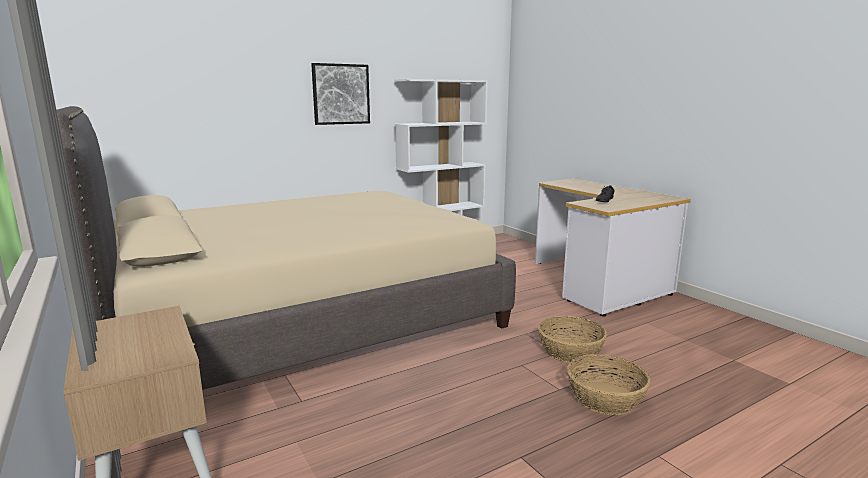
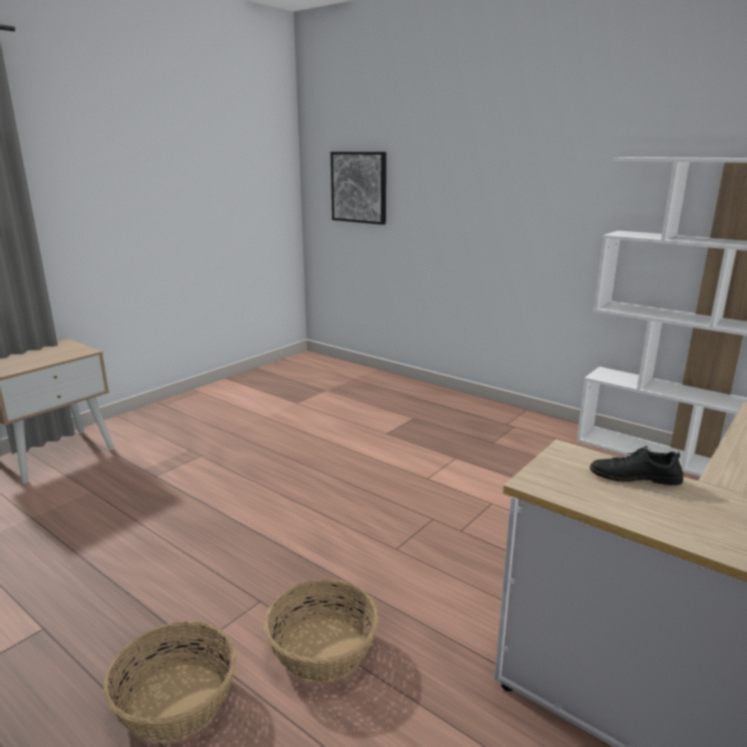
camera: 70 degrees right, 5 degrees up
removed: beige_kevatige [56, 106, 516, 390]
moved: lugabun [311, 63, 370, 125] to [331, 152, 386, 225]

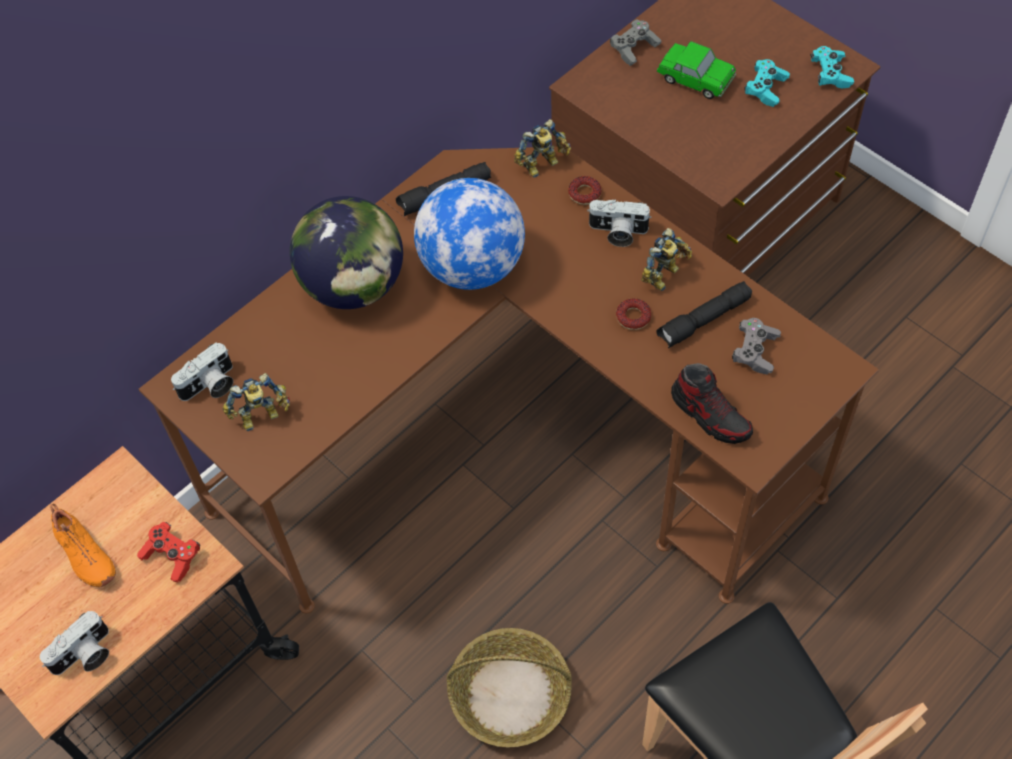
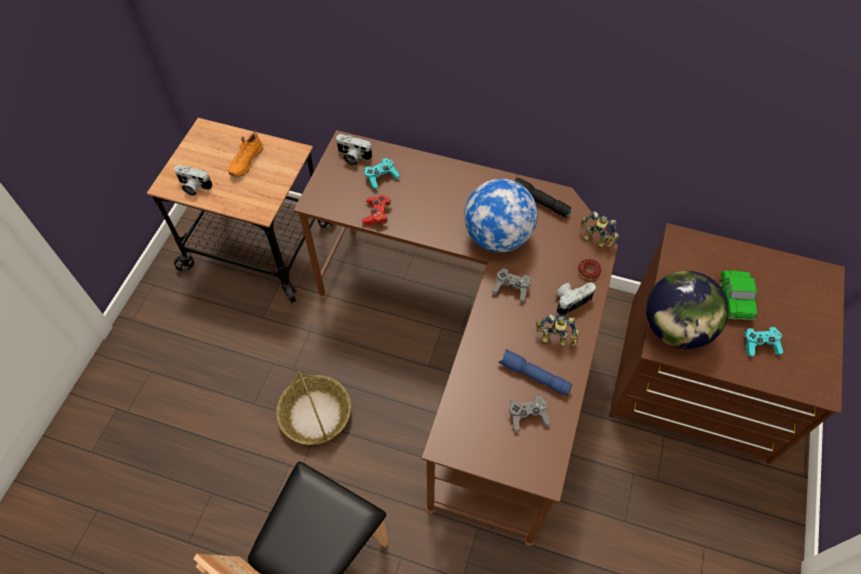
camera: 60 degrees right, 0 degrees up
removed: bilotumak [223, 373, 290, 431]; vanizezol [616, 298, 651, 330]; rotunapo [671, 363, 753, 444]
moved: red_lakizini [137, 522, 200, 582] to [362, 194, 391, 225]; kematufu [290, 196, 403, 309] to [646, 271, 729, 349]; grey_lakizini [610, 19, 661, 66] to [492, 268, 531, 302]; turquoise_lakizini [811, 46, 854, 89] to [364, 158, 400, 190]
recoloured: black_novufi [656, 281, 752, 348] to blue_novufi [499, 349, 573, 396]
turned: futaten [587, 200, 652, 247] = [555, 283, 596, 316] 75 degrees clockwise

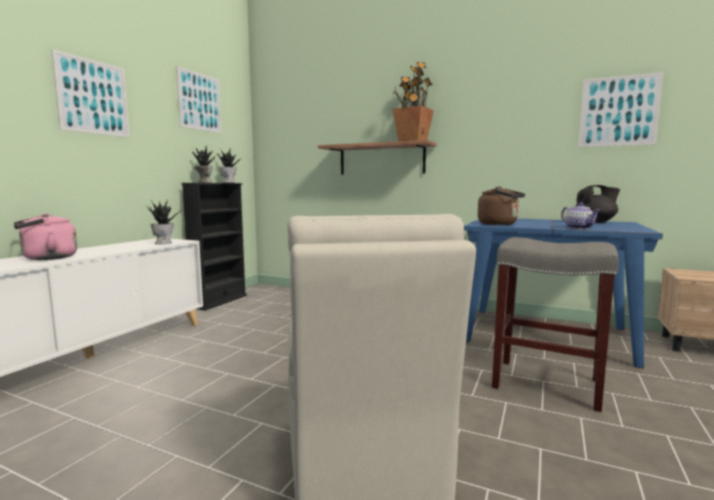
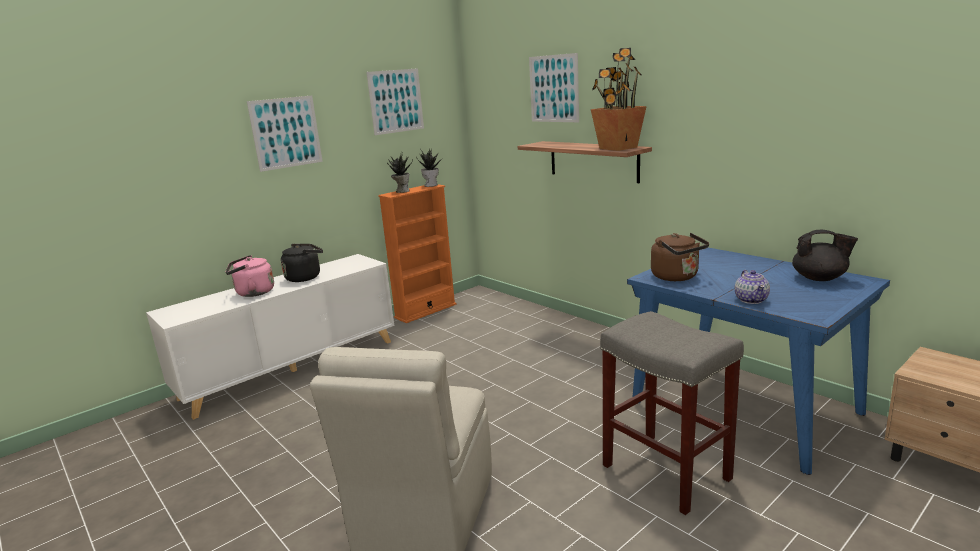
camera: 25 degrees right, 10 degrees up
removed: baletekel [146, 199, 179, 244]
added: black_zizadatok [281, 244, 323, 282]
moved: lugabun [578, 72, 664, 147] to [529, 53, 579, 122]
recoloured: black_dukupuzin [181, 183, 247, 311] to orange_dukupuzin [378, 184, 456, 323]

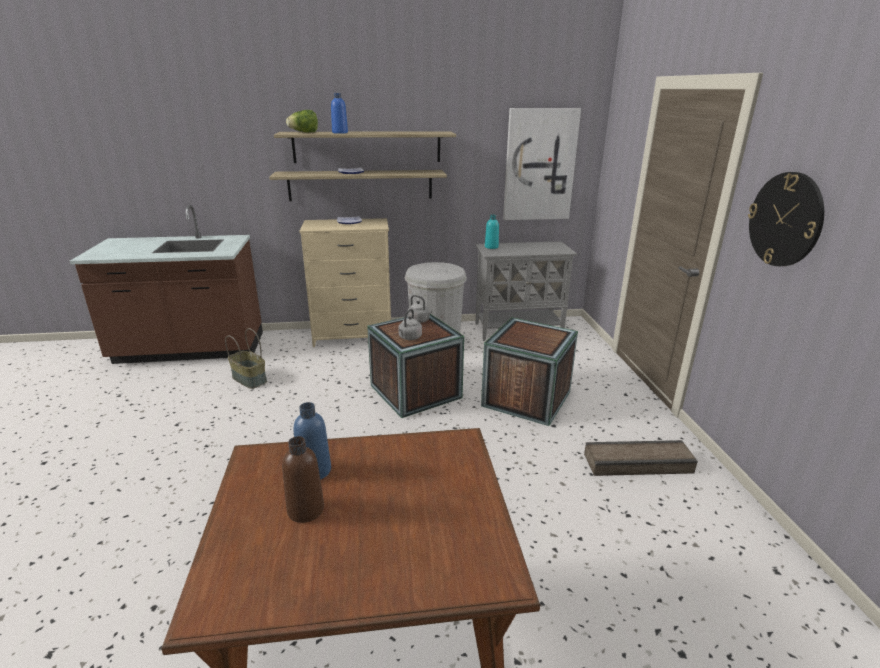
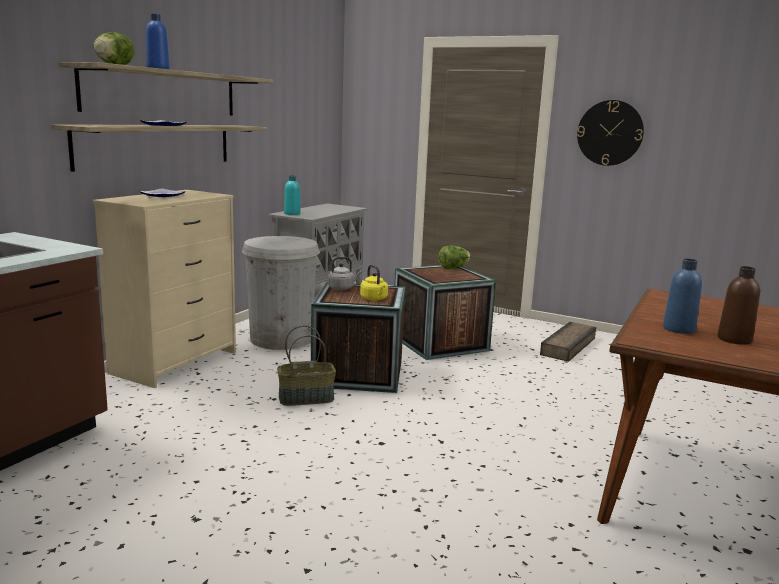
camera: 55 degrees left, 10 degrees down
removed: lugabun [503, 108, 581, 220]
added: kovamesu [438, 245, 471, 269]
moved: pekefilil [225, 328, 267, 389] to [277, 325, 336, 406]
recoloured: grey_zizadatok [398, 309, 422, 340] to yellow_zizadatok [360, 265, 388, 301]

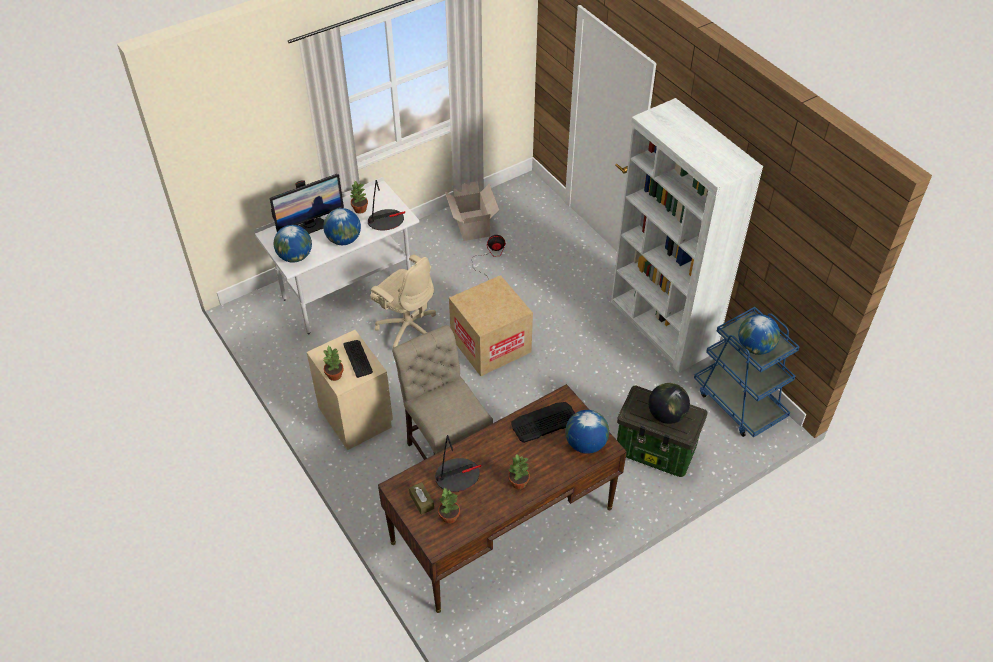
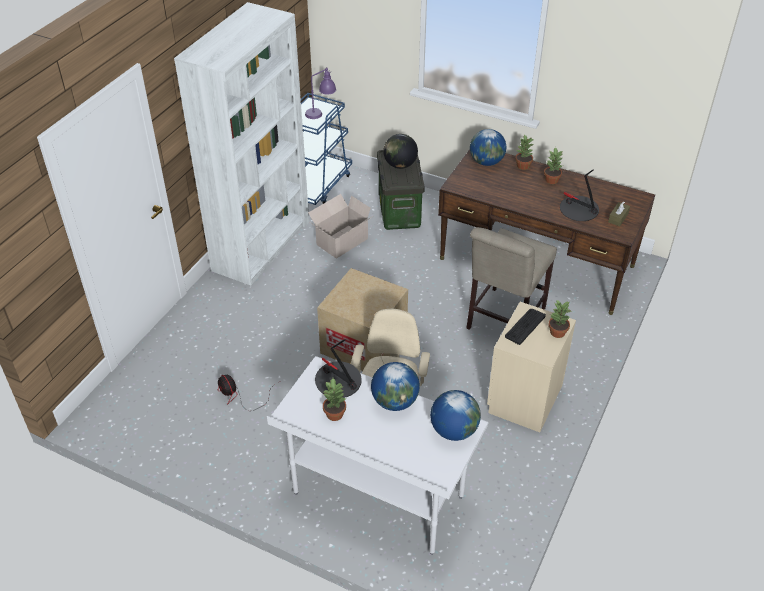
camera: 120 degrees left, 5 degrees down
removed: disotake [270, 174, 344, 234]; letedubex [511, 402, 575, 443]
moved: baletekel [438, 487, 460, 524] to [515, 134, 534, 170]; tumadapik [445, 181, 499, 241] to [308, 194, 375, 259]
replaced: kematufu [738, 314, 780, 355] to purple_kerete [305, 67, 336, 119]

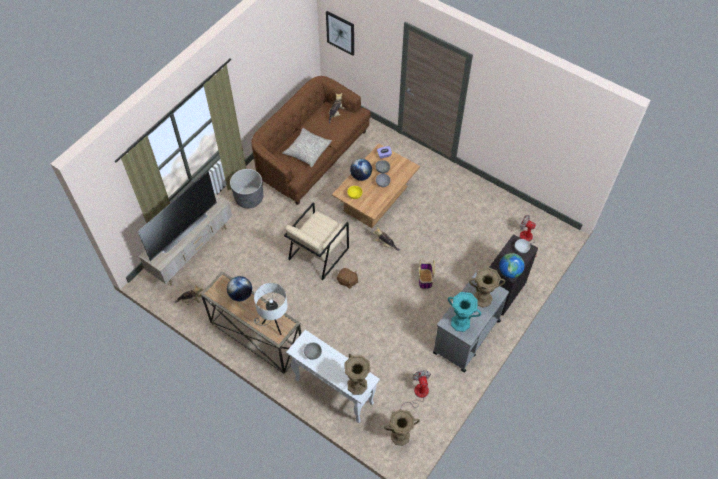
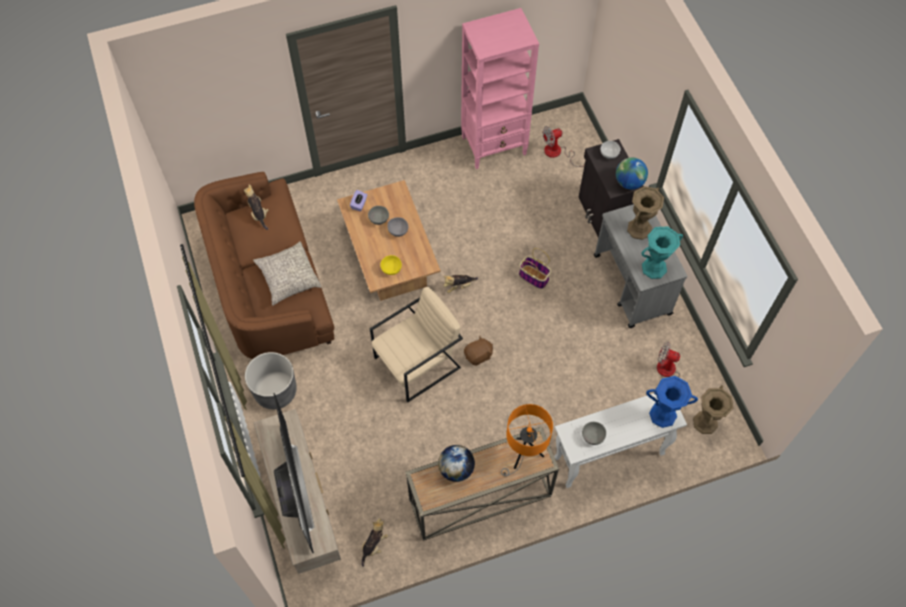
camera: 55 degrees left, 5 degrees up
removed: lugabun [326, 11, 354, 56]; kematufu [350, 159, 372, 181]
added: pink_dukupuzin [461, 8, 539, 169]
recoloured: white_kerete [254, 283, 288, 335] to orange_kerete [501, 404, 553, 476]; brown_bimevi [344, 354, 370, 395] to blue_bimevi [646, 376, 698, 428]
turned: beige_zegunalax [284, 202, 349, 280] = [370, 287, 463, 402] 105 degrees counterclockwise

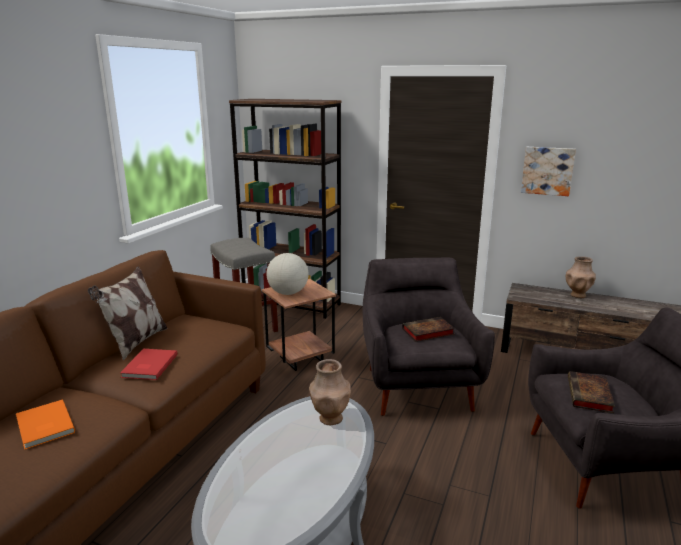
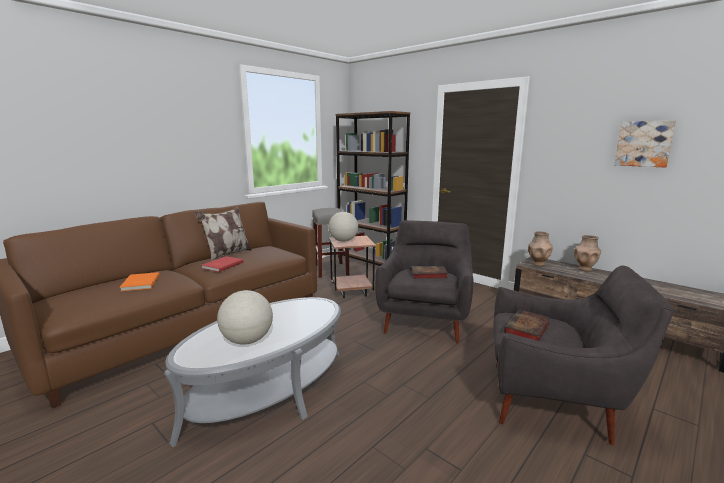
camera: 20 degrees right, 5 degrees down
added: kematufu [217, 290, 273, 345]
moved: brown_bimevi [309, 359, 351, 425] to [528, 231, 553, 266]; lugabun [521, 147, 576, 196] to [614, 120, 676, 168]

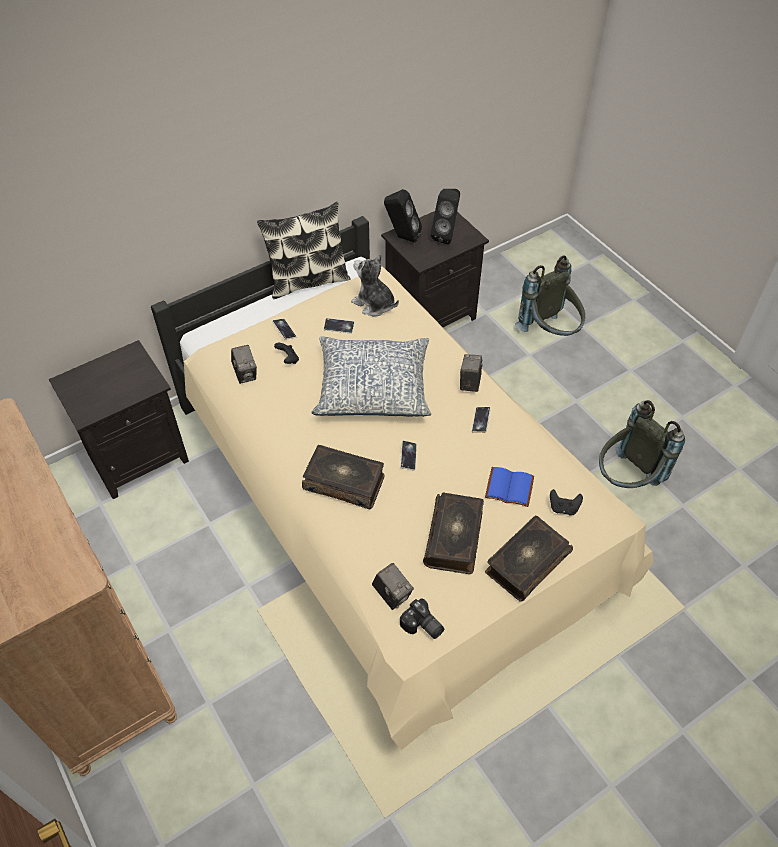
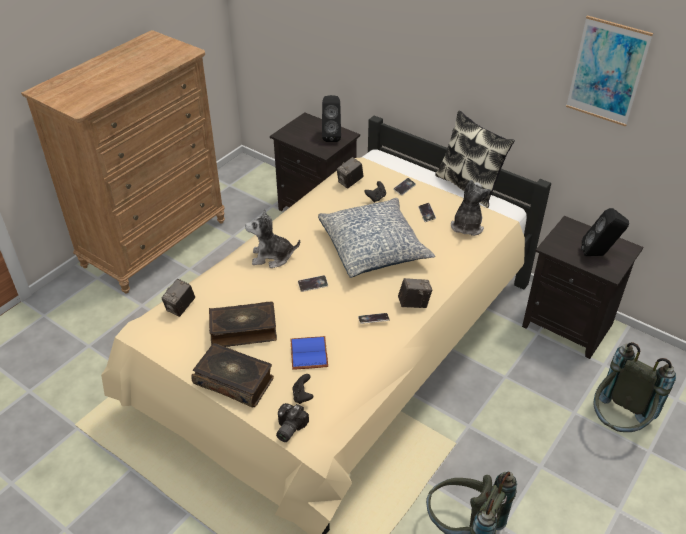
camera: 70 degrees right, 10 degrees down
added: lugabun [566, 15, 653, 127]
moved: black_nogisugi [384, 189, 422, 243] to [322, 95, 341, 142]; futaten [400, 598, 444, 639] to [276, 403, 309, 442]
replaced: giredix [302, 445, 385, 509] to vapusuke [245, 209, 300, 268]

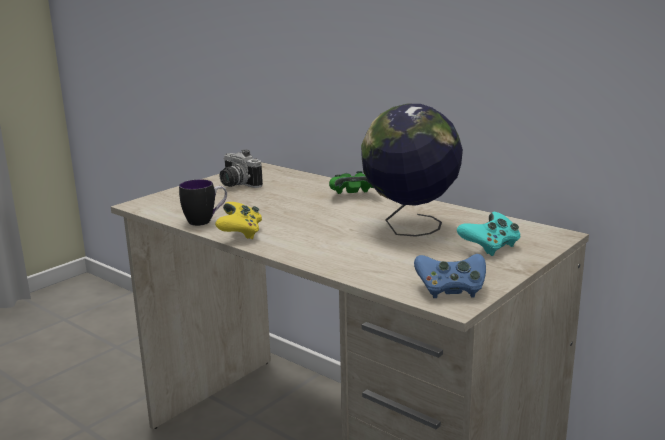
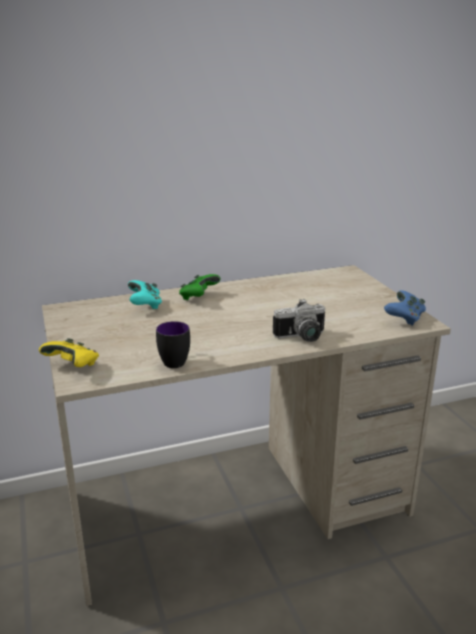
camera: 60 degrees left, 5 degrees up
removed: kematufu [361, 104, 463, 237]
moved: yellow_lakizini [215, 202, 262, 239] to [39, 338, 99, 367]; futaten [220, 149, 263, 188] to [273, 299, 325, 342]; turquoise_lakizini [457, 212, 521, 256] to [128, 280, 162, 309]

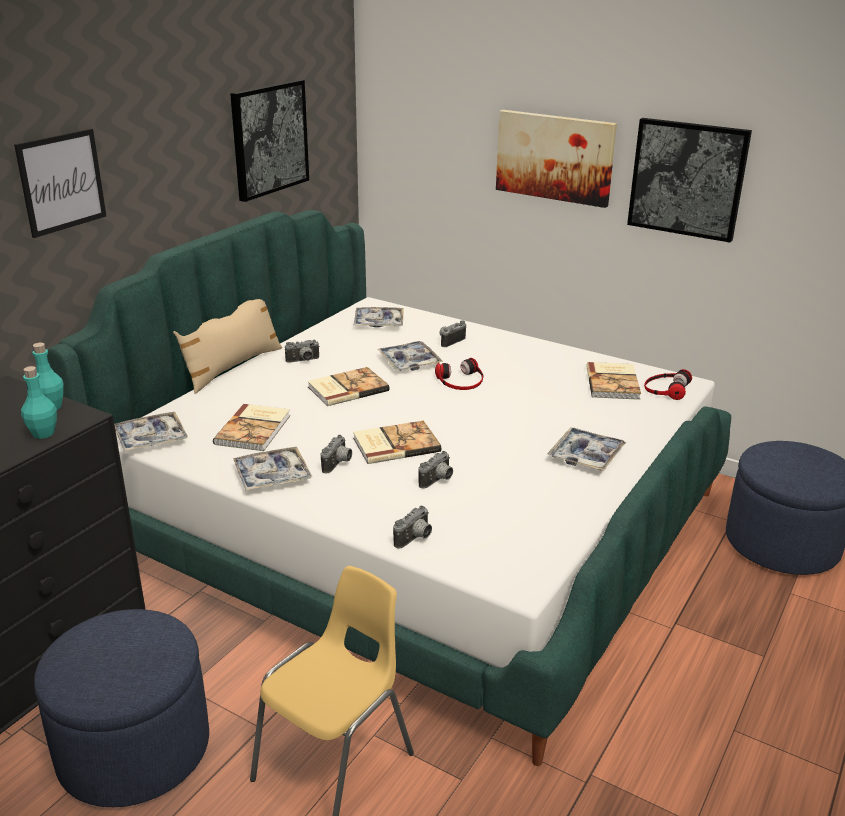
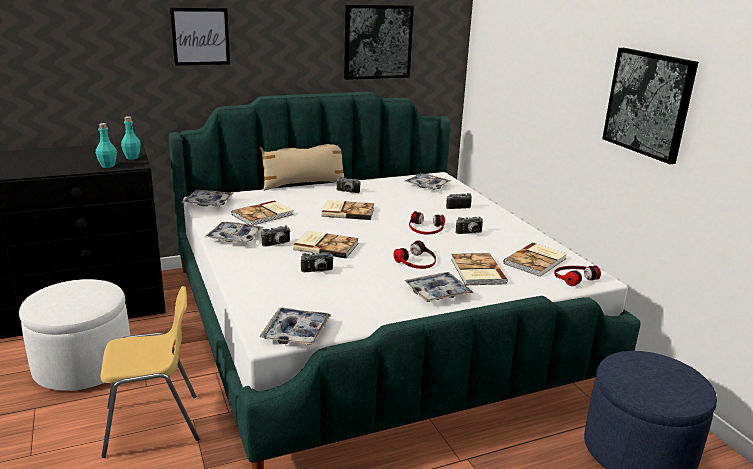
camera: 35 degrees right, 5 degrees down
removed: lugabun [496, 110, 617, 208]
added: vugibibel [393, 240, 436, 269]; giredix [451, 253, 508, 285]
moved: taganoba [377, 341, 443, 371] to [260, 307, 331, 345]; futaten [393, 506, 432, 548] to [456, 217, 484, 234]
recoloured: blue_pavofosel [34, 609, 209, 807] to white_pavofosel [19, 279, 130, 391]

